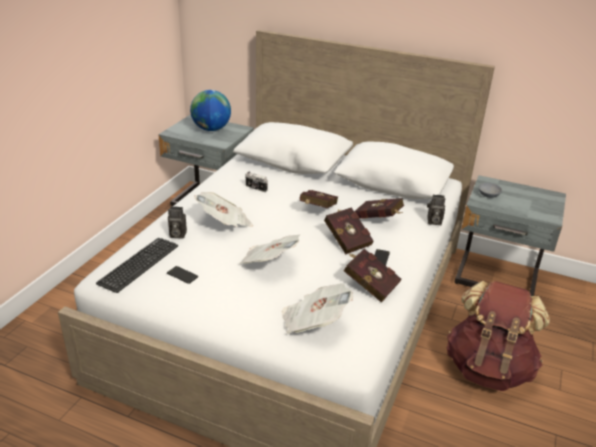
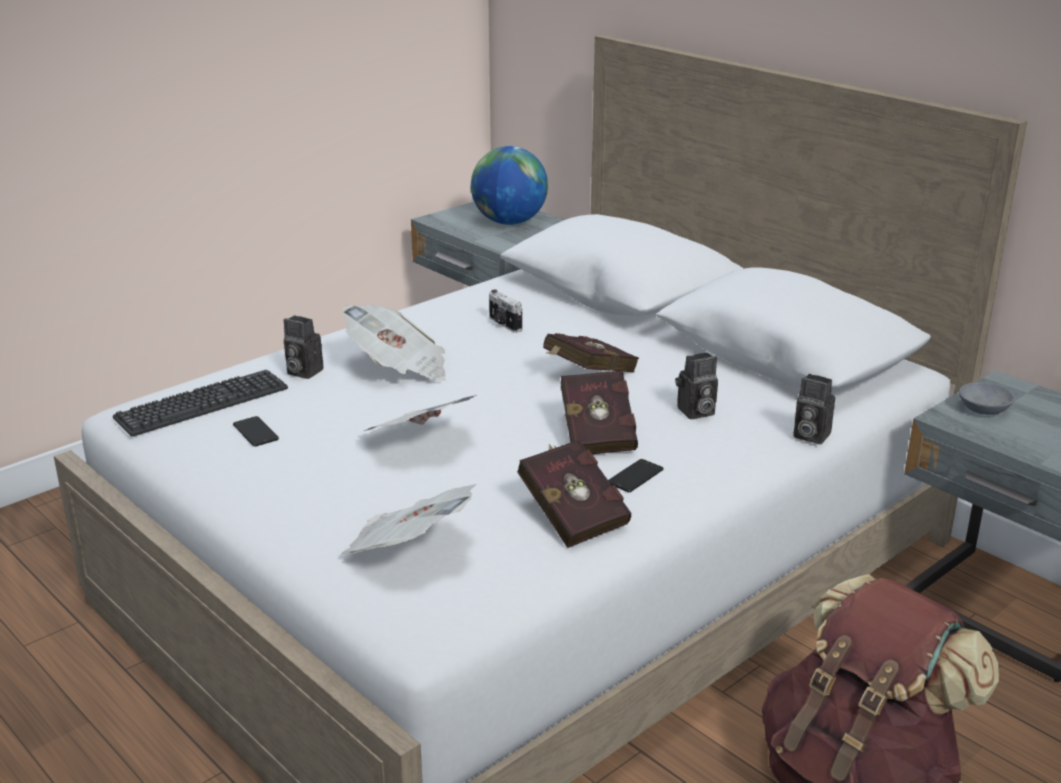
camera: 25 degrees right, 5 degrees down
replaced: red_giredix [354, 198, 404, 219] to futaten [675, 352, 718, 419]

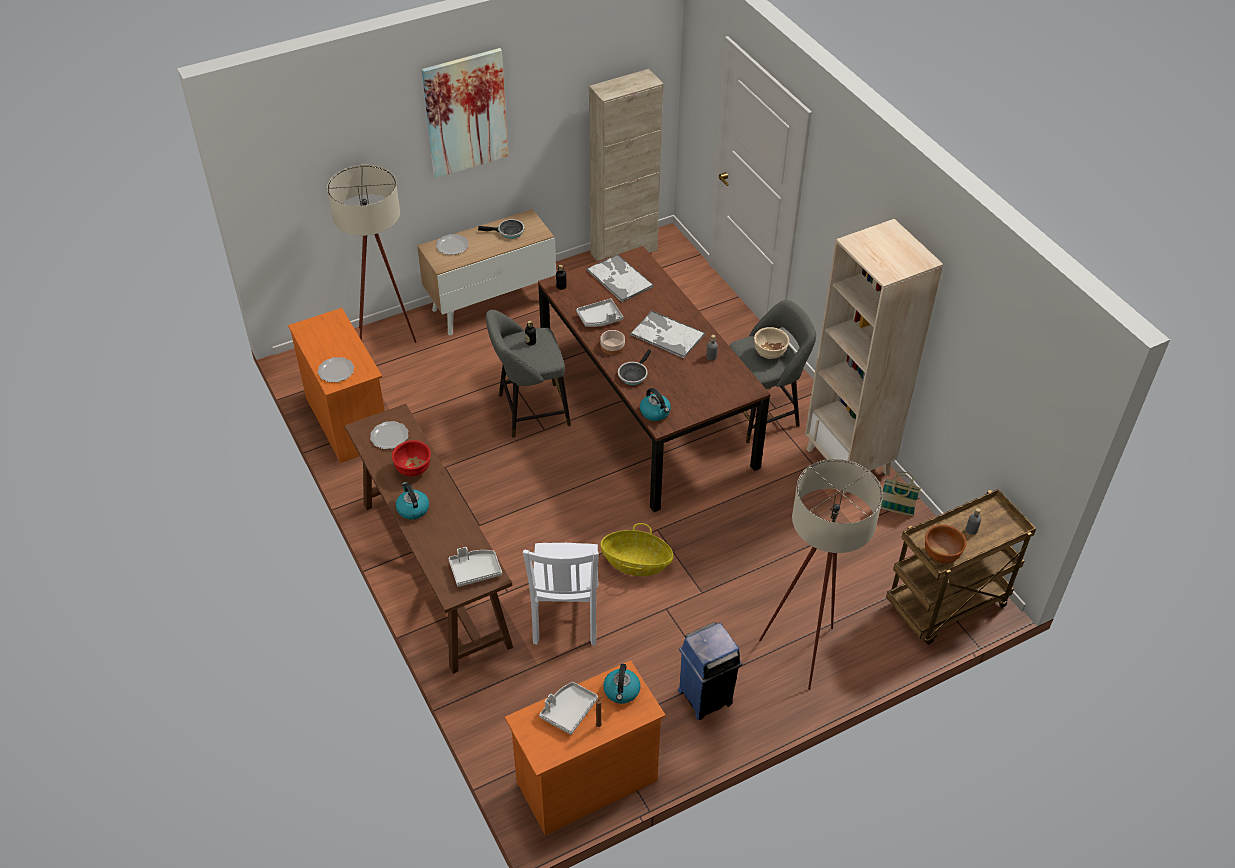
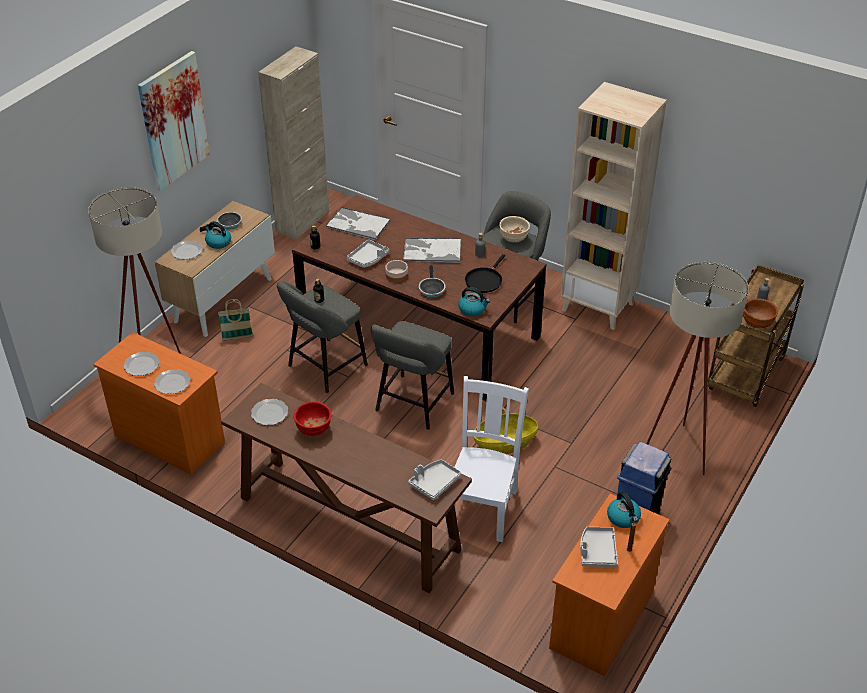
camera: 30 degrees left, 5 degrees down
added: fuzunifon [123, 352, 160, 376]; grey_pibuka [371, 321, 454, 430]; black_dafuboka [465, 254, 505, 293]
moved: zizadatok [396, 482, 429, 520] to [204, 221, 231, 249]; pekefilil [880, 472, 921, 516] to [218, 299, 253, 340]
turned: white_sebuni [523, 543, 599, 646] = [445, 376, 529, 542] 135 degrees counterclockwise

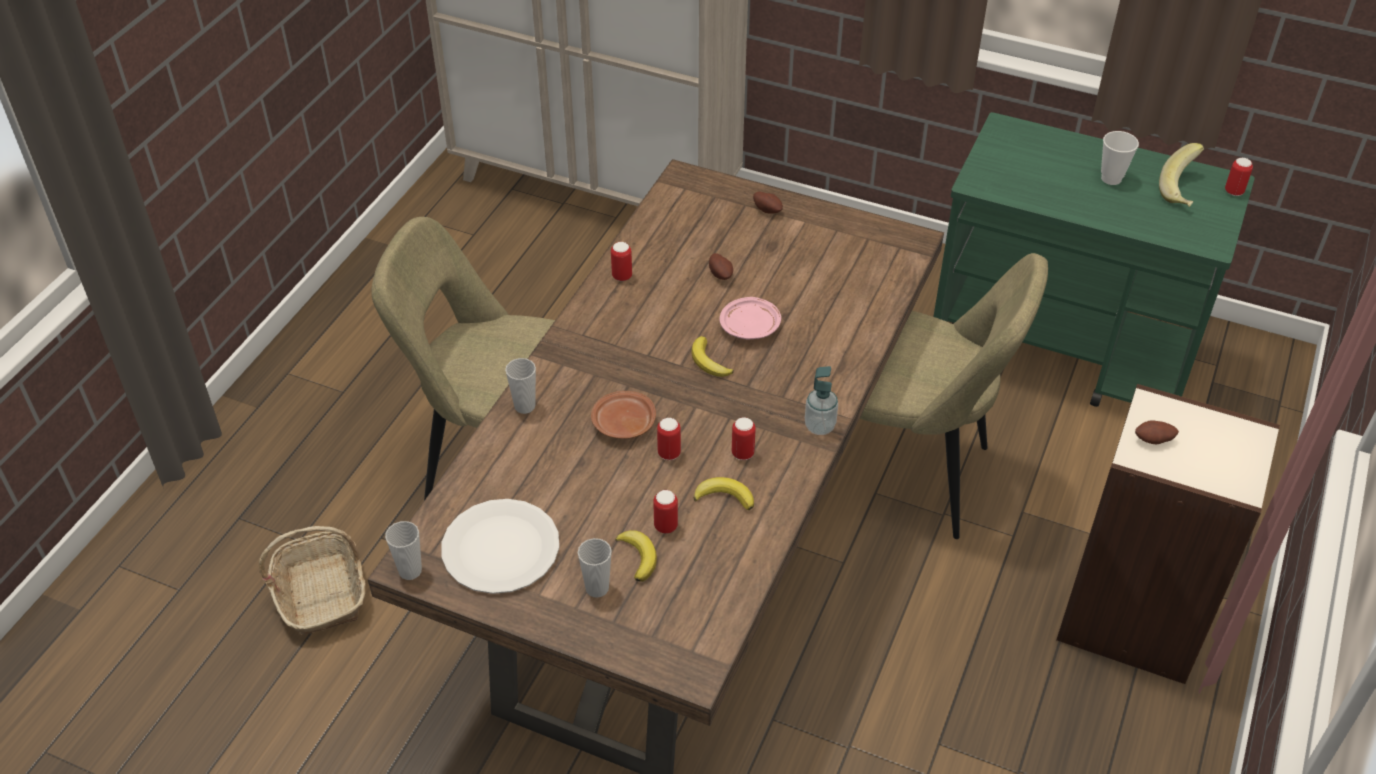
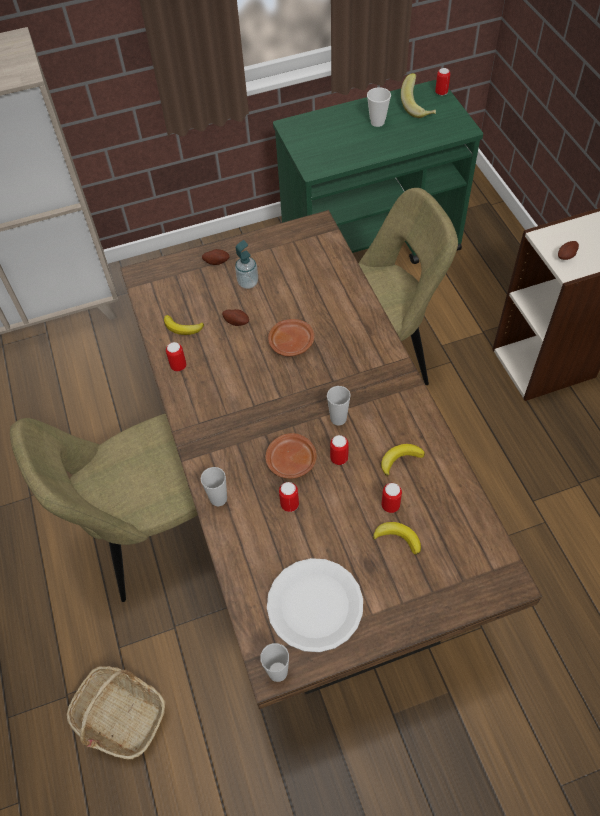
camera: 40 degrees left, 10 degrees up
moved: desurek [578, 538, 612, 598] to [327, 386, 351, 425]; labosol [691, 336, 734, 377] to [164, 315, 204, 335]; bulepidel [732, 417, 756, 460] to [279, 482, 299, 512]; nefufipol [805, 366, 838, 435] to [235, 240, 258, 289]
recoloured: pink_fuzunifon [719, 297, 781, 339] to brown_fuzunifon [268, 319, 314, 356]

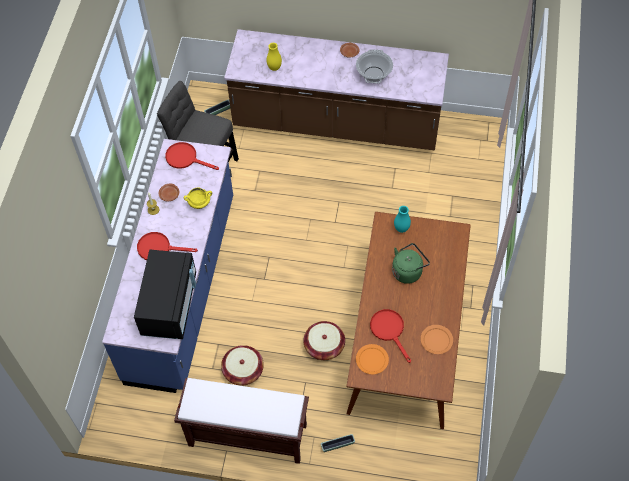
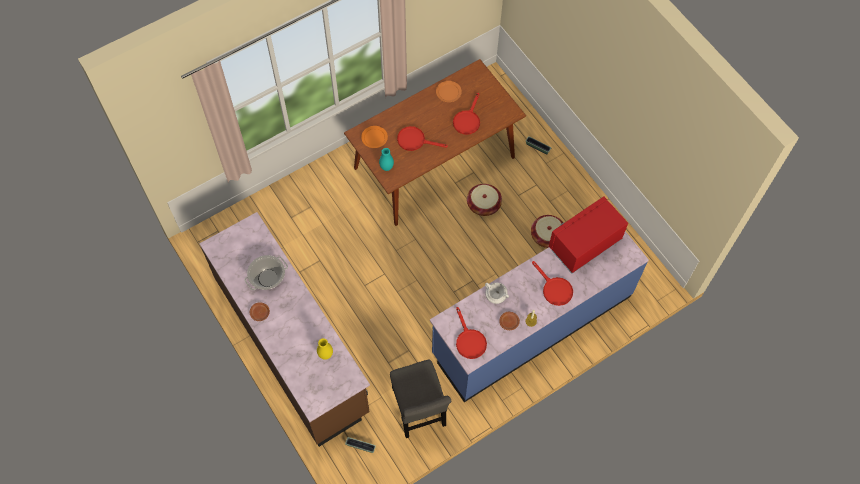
camera: 135 degrees left, 5 degrees up
removed: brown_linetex [174, 378, 309, 464]
moved: orange_fuzunifon [356, 344, 389, 374] to [361, 126, 388, 148]
replaced: green_zizadatok [392, 243, 430, 284] to red_dafuboka [397, 126, 448, 151]
recoloured: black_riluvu [134, 250, 196, 339] to red_riluvu [549, 196, 628, 274]; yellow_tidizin [184, 188, 212, 209] to white_tidizin [485, 282, 509, 304]

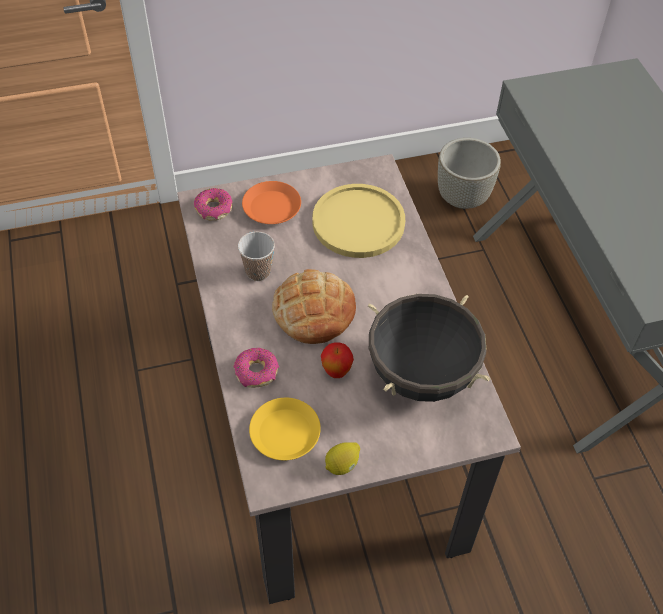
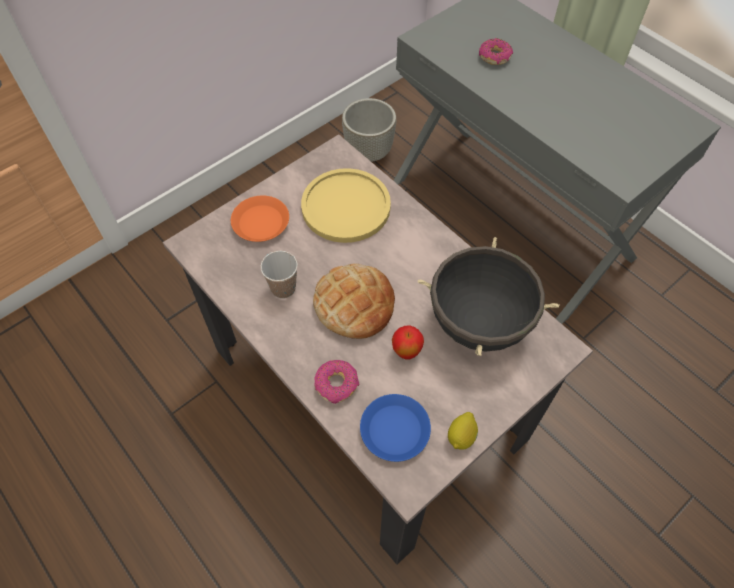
camera: 25 degrees left, 5 degrees up
moved: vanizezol [194, 188, 233, 220] to [479, 38, 513, 65]
recoloured: yellow_fuzunifon [249, 398, 321, 460] to blue_fuzunifon [360, 394, 431, 462]

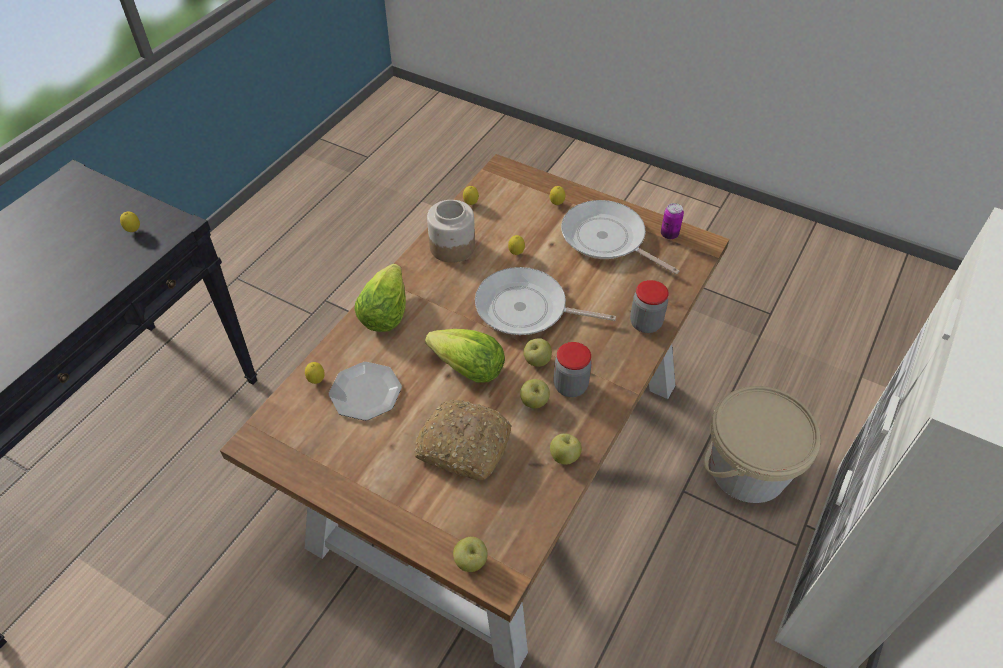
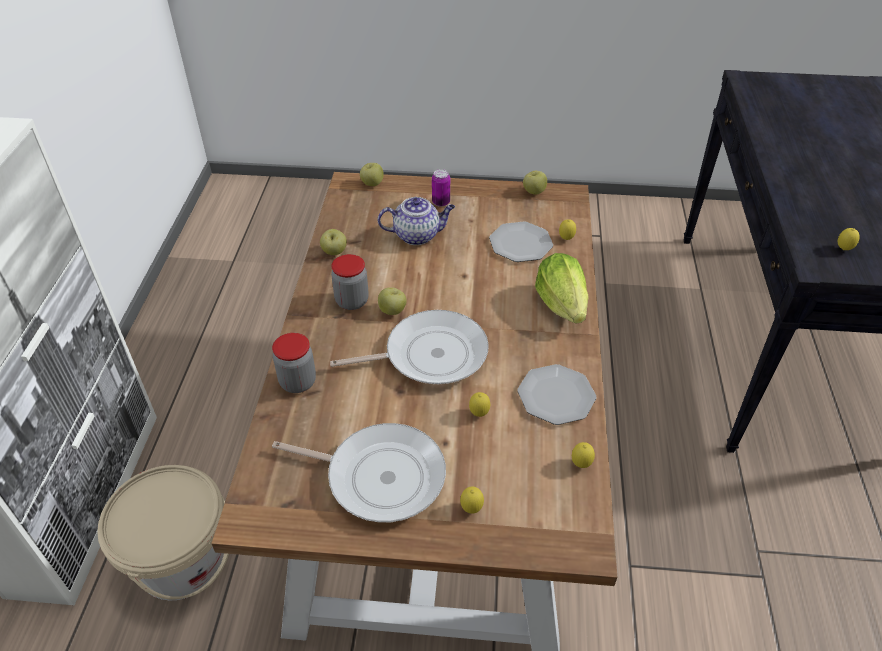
camera: 155 degrees right, 5 degrees down
removed: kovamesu [425, 329, 505, 383]
moved: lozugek [520, 379, 550, 408] to [523, 171, 547, 195]; bulepidel [661, 203, 684, 239] to [432, 169, 450, 207]
replaced: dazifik [415, 400, 512, 481] to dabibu [378, 197, 455, 245]; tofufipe [427, 200, 475, 263] to fuzunifon [518, 364, 596, 425]

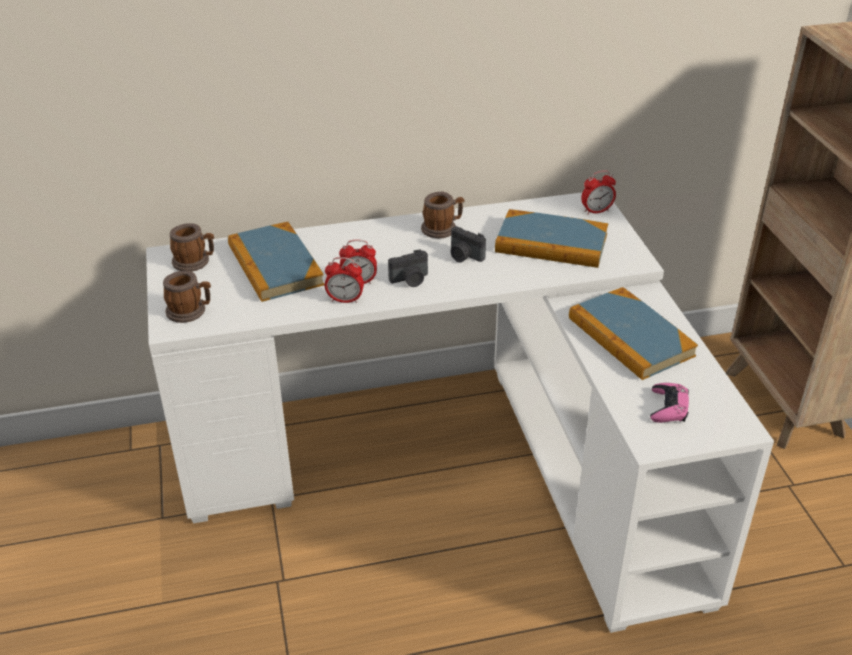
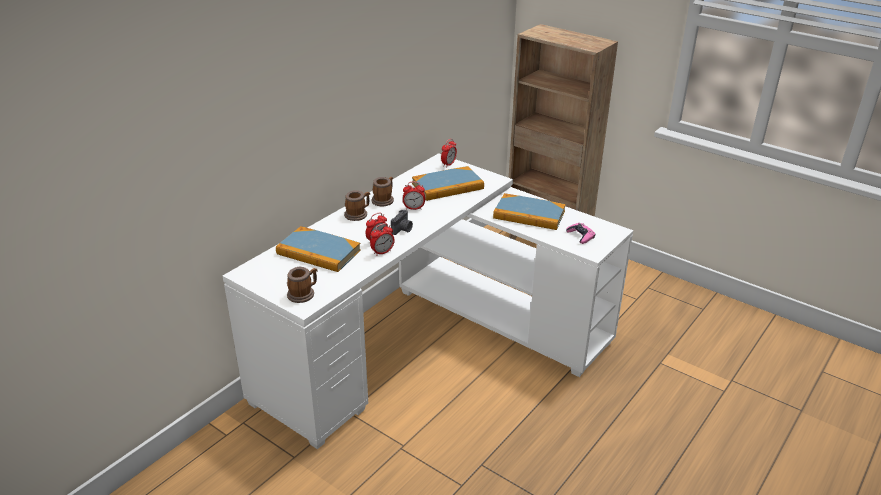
camera: 40 degrees left, 5 degrees down
moved: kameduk [170, 223, 214, 272] to [344, 190, 370, 221]
replaced: futaten [450, 226, 486, 262] to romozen [403, 182, 425, 210]

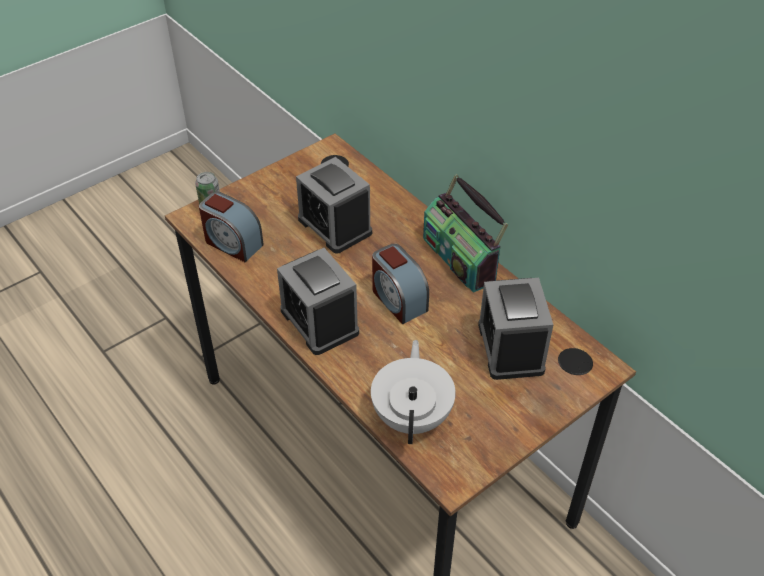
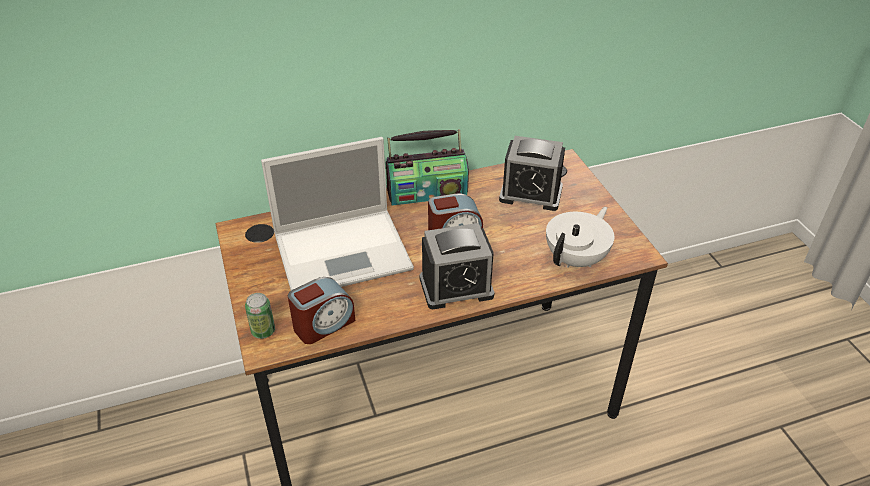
camera: 70 degrees left, 5 degrees down
replaced: romozen [296, 157, 372, 254] to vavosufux [261, 137, 414, 290]
turned: white_dabibu [371, 340, 456, 444] = [546, 207, 614, 268] 105 degrees clockwise

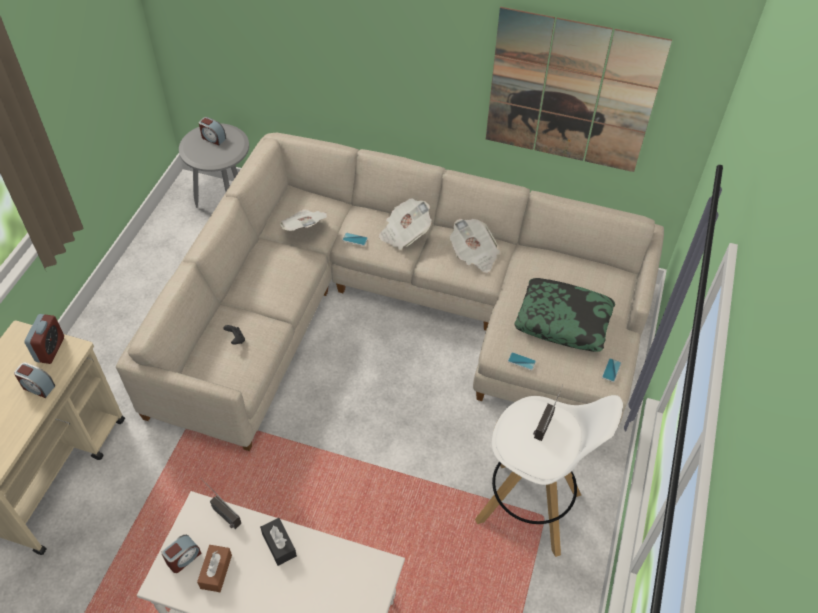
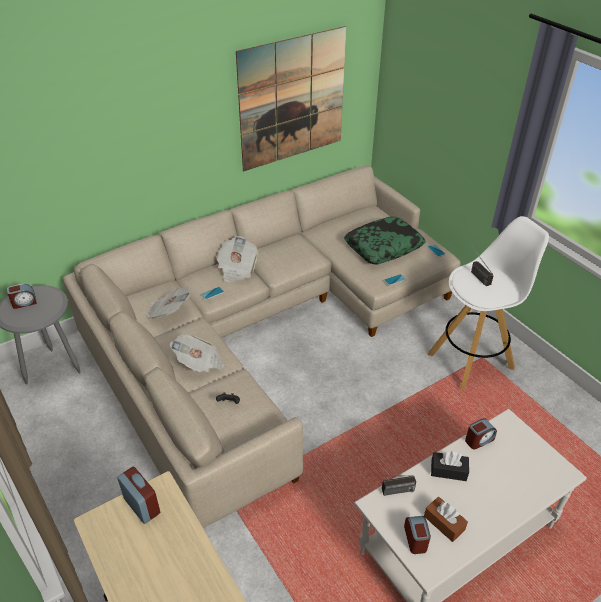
camera: 50 degrees left, 10 degrees down
moved: romozen [14, 362, 55, 398] to [465, 418, 497, 450]; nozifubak [450, 219, 500, 273] to [170, 333, 225, 372]

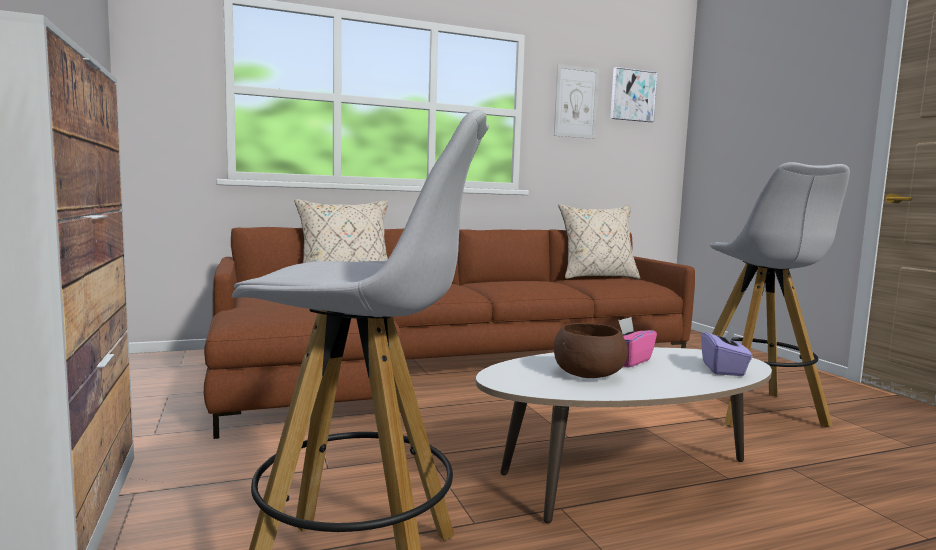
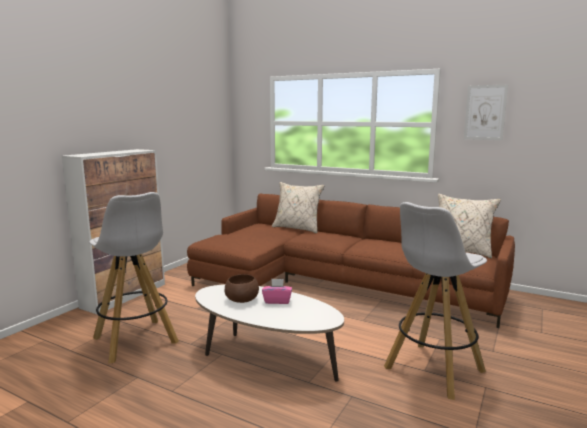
camera: 50 degrees right, 5 degrees up
removed: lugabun [610, 67, 658, 122]; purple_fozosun [701, 324, 752, 376]

